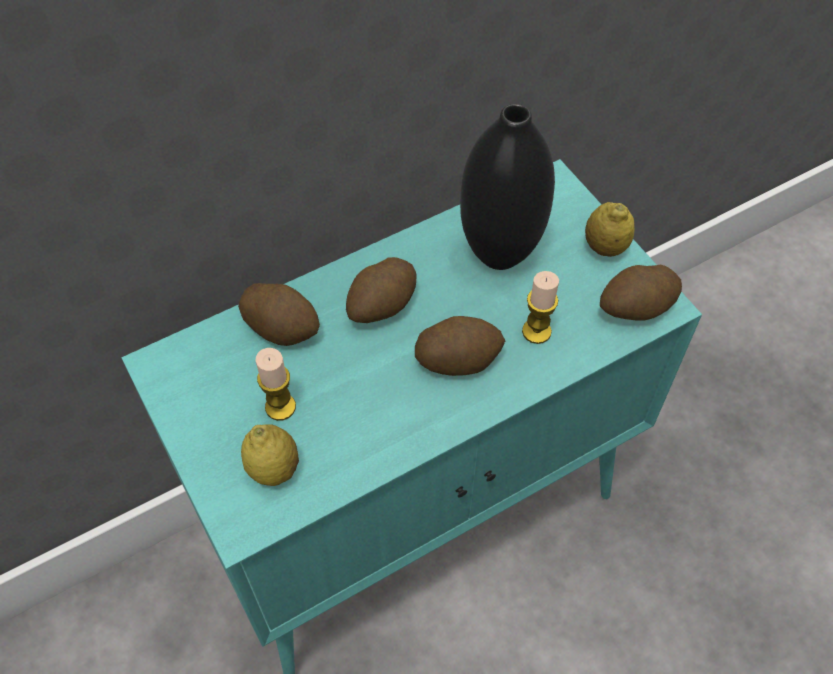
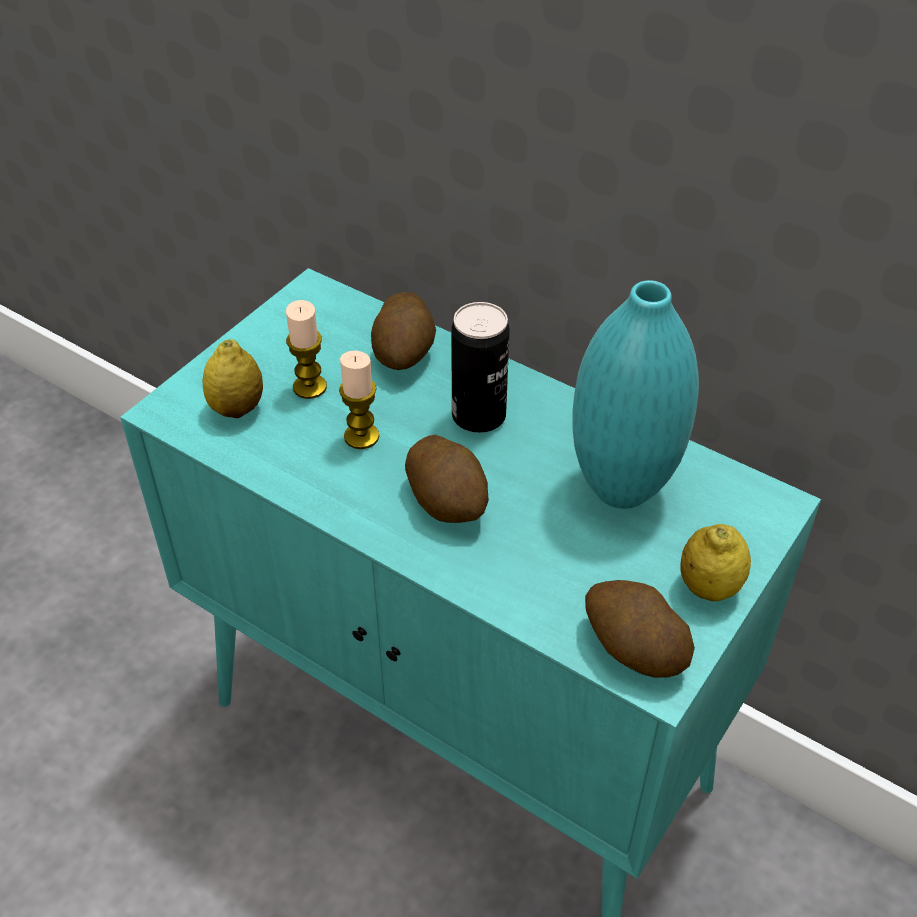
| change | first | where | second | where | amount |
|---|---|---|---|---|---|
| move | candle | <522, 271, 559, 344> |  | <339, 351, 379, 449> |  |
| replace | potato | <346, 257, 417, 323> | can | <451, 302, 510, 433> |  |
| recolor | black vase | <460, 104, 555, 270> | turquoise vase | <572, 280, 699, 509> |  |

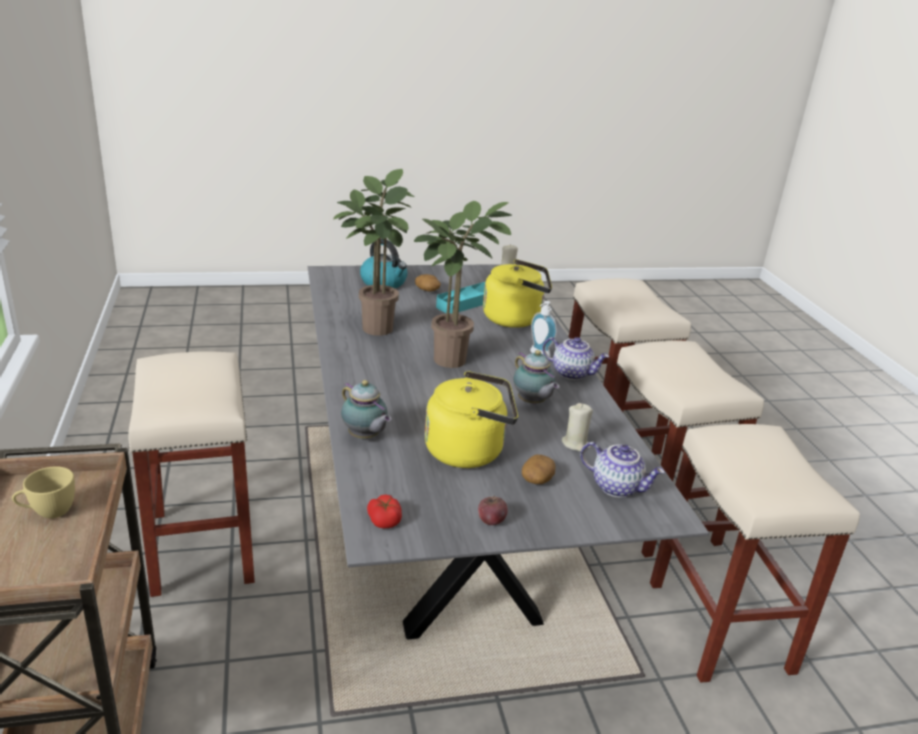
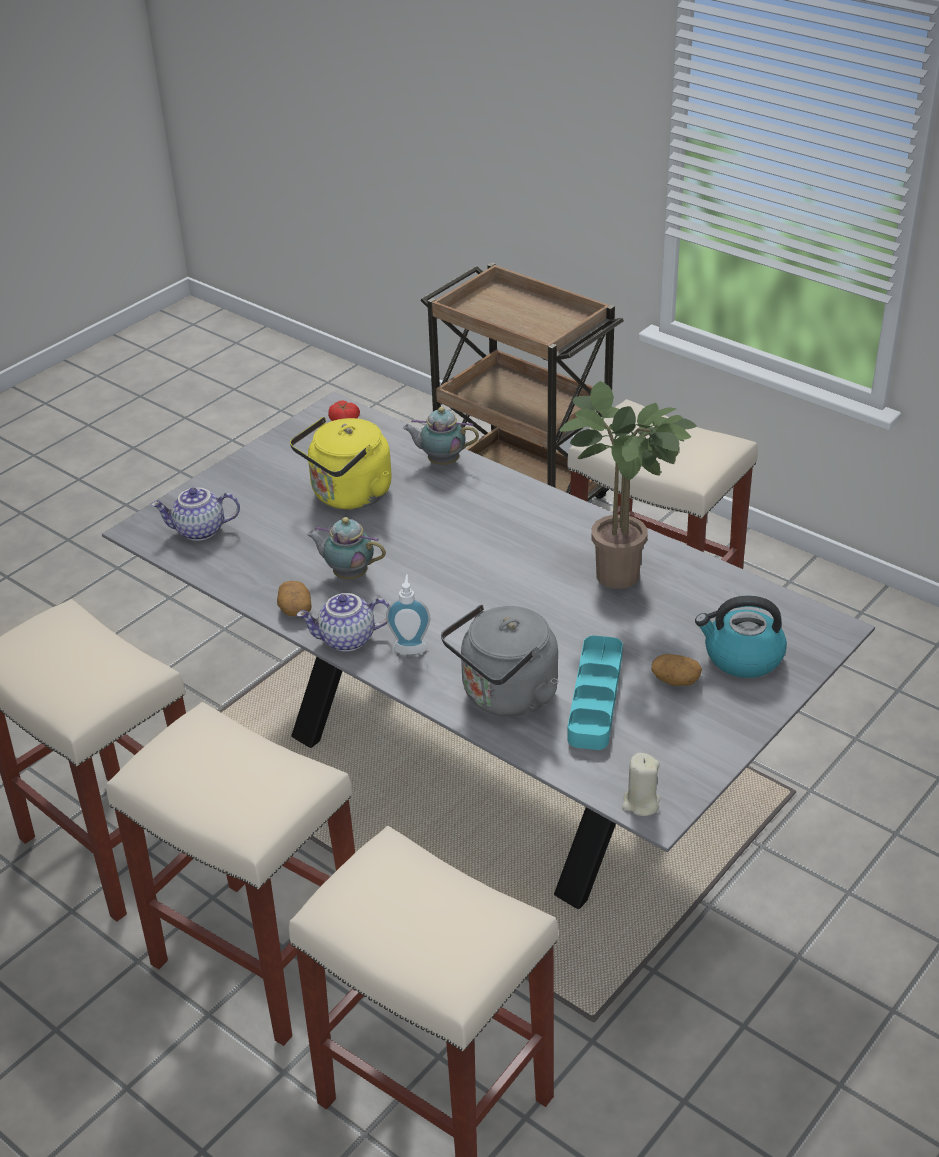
| change | first | where | second | where | amount |
|---|---|---|---|---|---|
| delete | yellow cup | <12, 466, 75, 519> |  |  |  |
| delete | potted plant | <414, 201, 512, 368> |  |  |  |
| delete | apple | <478, 495, 508, 525> |  |  |  |
| delete | beige candle | <561, 403, 593, 452> |  |  |  |
| move | potato | <522, 455, 556, 484> |  | <277, 581, 311, 616> |  |
| recolor | yellow kettle | <483, 259, 552, 328> | grey kettle | <441, 604, 558, 716> |  |

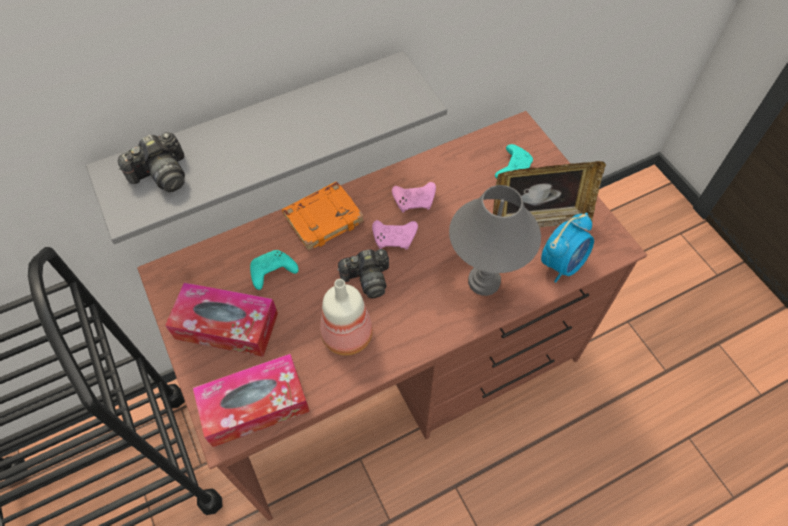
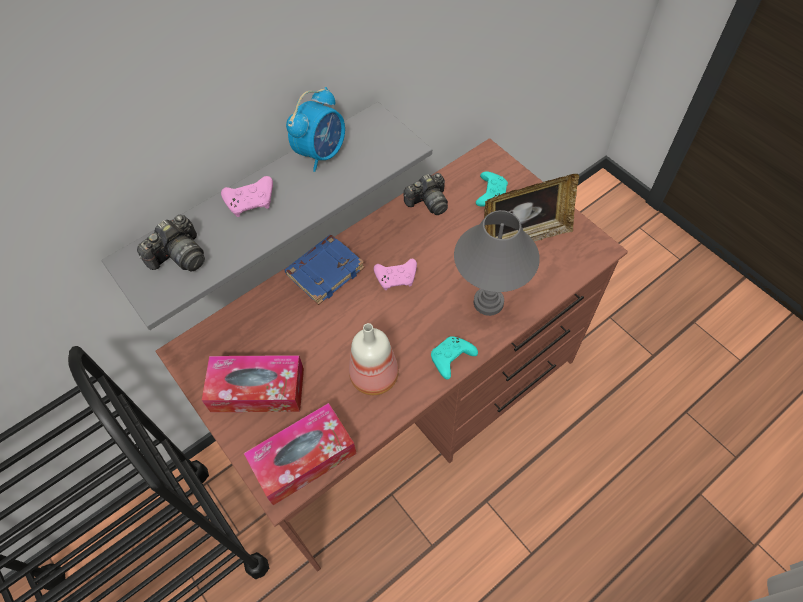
| change | first | where | second | where | amount |
|---|---|---|---|---|---|
| move | turquoise game controller | <250, 250, 299, 290> |  | <431, 336, 478, 379> |  |
| move | photo camera | <337, 249, 389, 298> |  | <404, 173, 448, 215> |  |
| move | pink game controller | <392, 182, 436, 212> |  | <221, 176, 273, 217> |  |
| move | alarm clock | <541, 213, 594, 283> |  | <286, 87, 345, 172> |  |
| recolor | orange book | <282, 182, 364, 251> | blue book | <285, 234, 365, 305> |  |

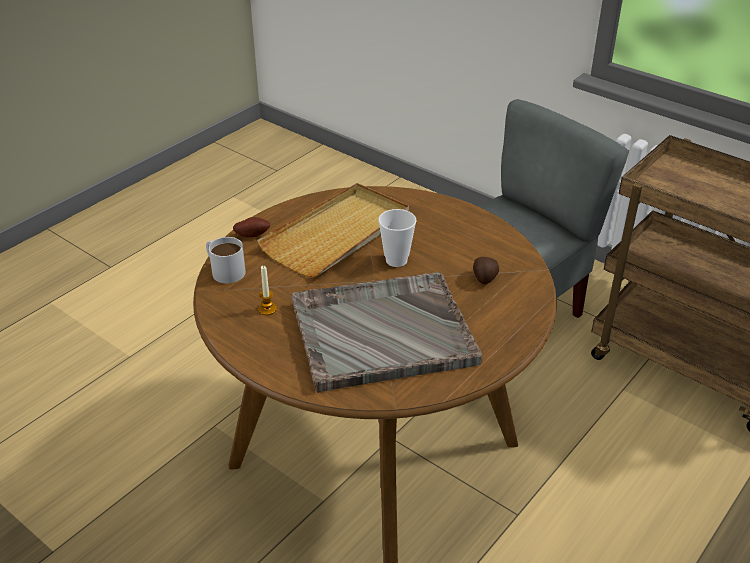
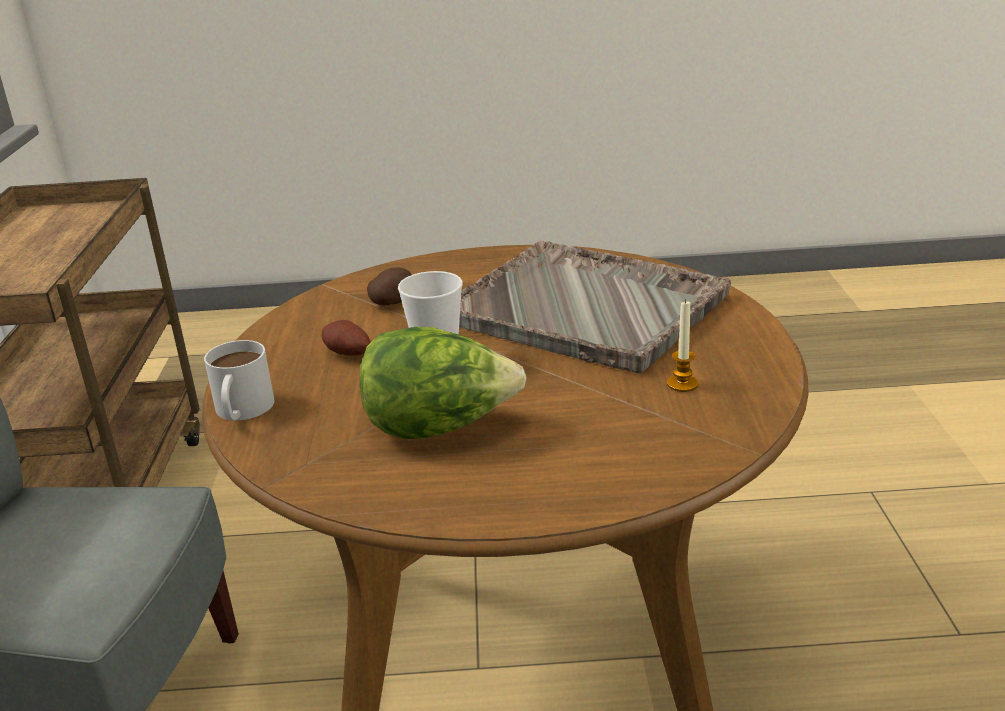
| change | first | where | second | where | amount |
|---|---|---|---|---|---|
| move | white mug | <206, 237, 246, 283> |  | <204, 340, 274, 421> |  |
| move | potato | <233, 217, 270, 237> |  | <322, 320, 371, 356> |  |
| replace | beige tray | <257, 183, 409, 277> | lettuce | <360, 327, 527, 439> |  |

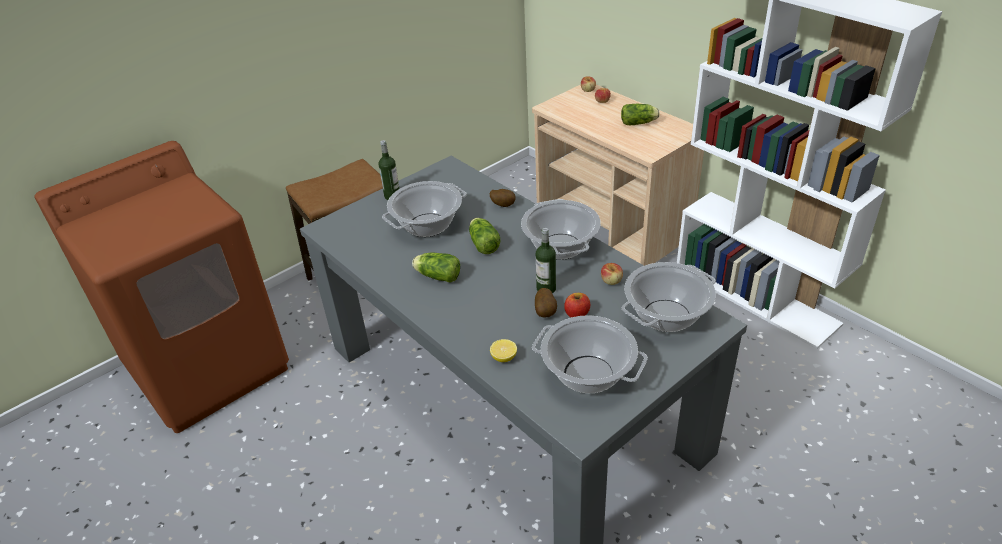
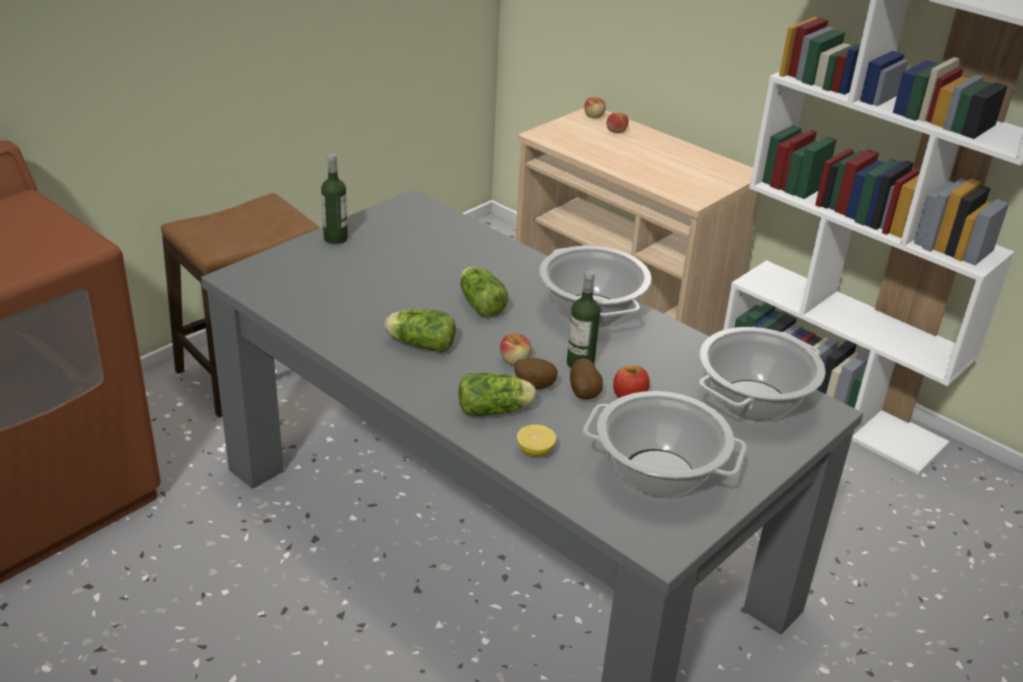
| change | first | where | second | where | amount |
|---|---|---|---|---|---|
| delete | cooking pot | <382, 181, 467, 237> |  |  |  |
| move | potato | <490, 189, 516, 207> |  | <514, 358, 558, 389> |  |
| move | apple | <601, 263, 623, 285> |  | <500, 334, 532, 365> |  |
| move | lettuce | <621, 104, 660, 125> |  | <458, 373, 536, 416> |  |

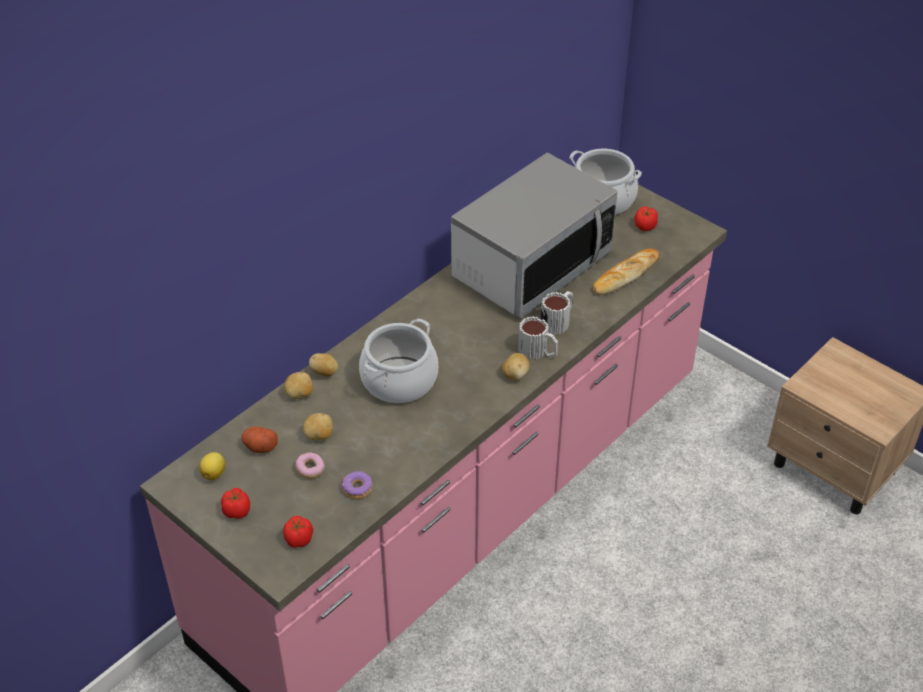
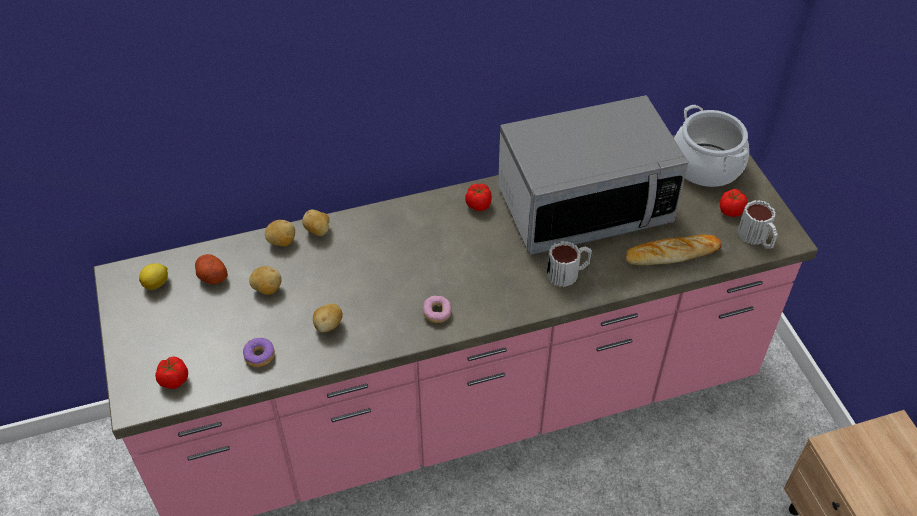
| change | first | where | second | where | amount |
|---|---|---|---|---|---|
| delete | cooking pot | <359, 319, 438, 403> |  |  |  |
| move | tomato | <221, 488, 250, 519> |  | <465, 183, 492, 211> |  |
| move | donut | <295, 452, 325, 479> |  | <423, 296, 452, 323> |  |
| move | potato | <502, 353, 530, 381> |  | <313, 304, 343, 333> |  |
| move | mug | <518, 316, 558, 360> |  | <738, 200, 778, 249> |  |

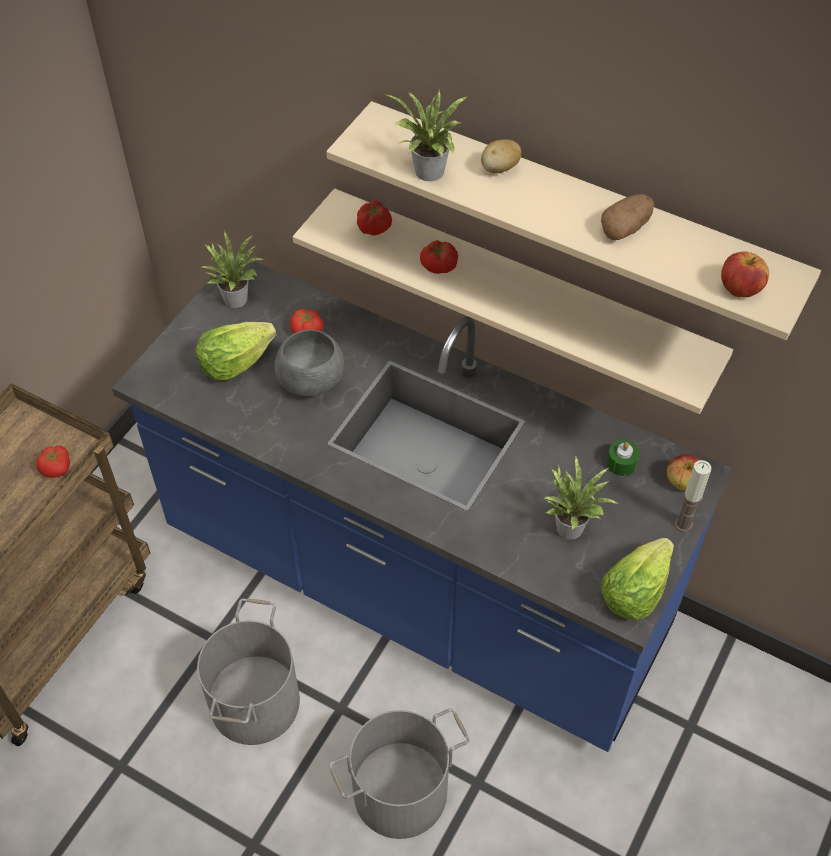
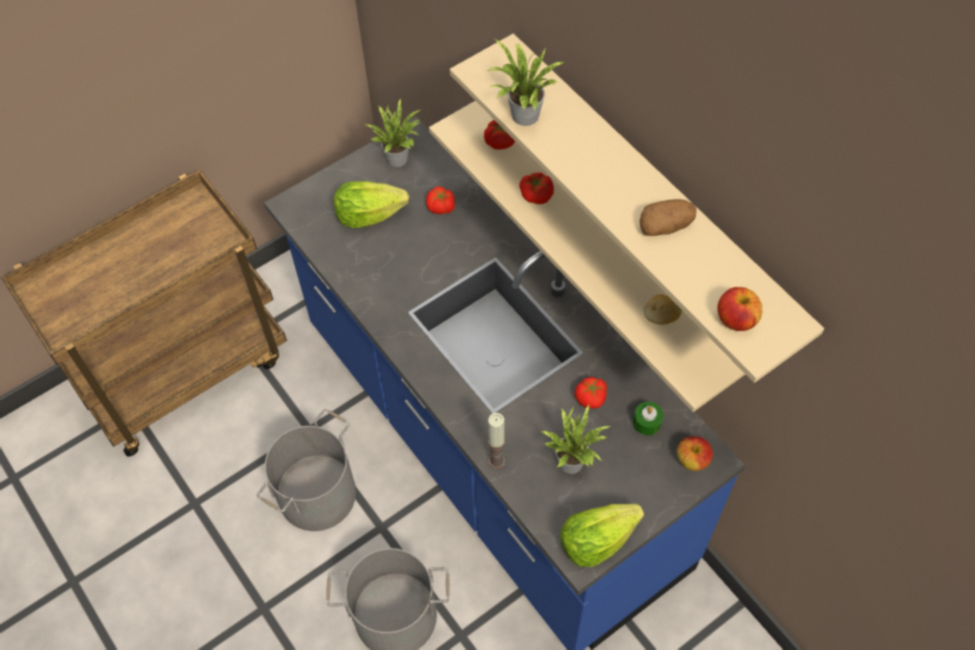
| change | first | where | second | where | amount |
|---|---|---|---|---|---|
| delete | grey bowl | <275, 330, 344, 396> |  |  |  |
| move | tomato | <36, 445, 70, 478> |  | <575, 377, 607, 408> |  |
| move | potato | <481, 140, 521, 173> |  | <644, 294, 682, 325> |  |
| move | candle | <675, 460, 711, 532> |  | <488, 413, 505, 469> |  |

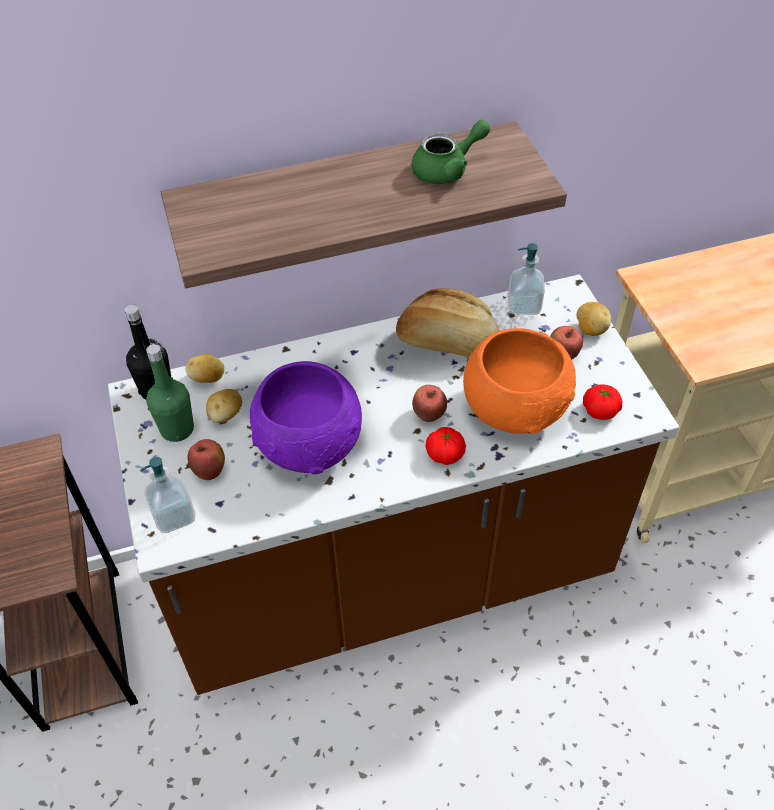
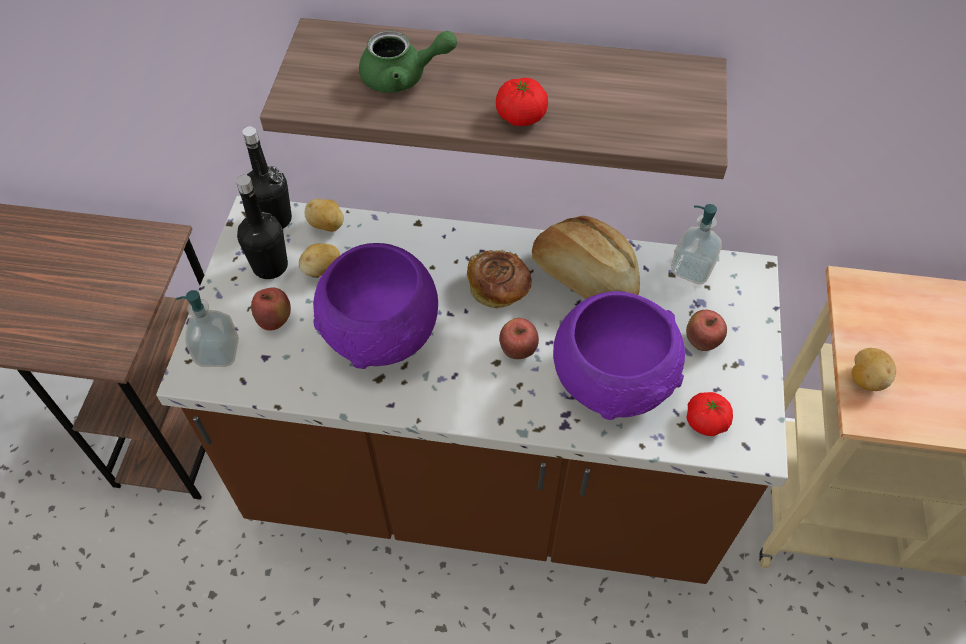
| change | first | where | second | where | amount |
|---|---|---|---|---|---|
| insert |  |  | bread | <467, 250, 532, 308> |  |
| move | green teapot | <412, 120, 490, 184> |  | <359, 31, 457, 93> |  |
| move | tomato | <426, 427, 466, 465> |  | <496, 78, 548, 126> |  |
| move | potato | <576, 302, 611, 336> |  | <852, 348, 896, 391> |  |
| recolor | green bottle | <146, 344, 194, 442> | black bottle | <236, 175, 288, 279> |  |
| recolor | orange bowl | <463, 328, 576, 434> | purple bowl | <553, 291, 685, 420> |  |

